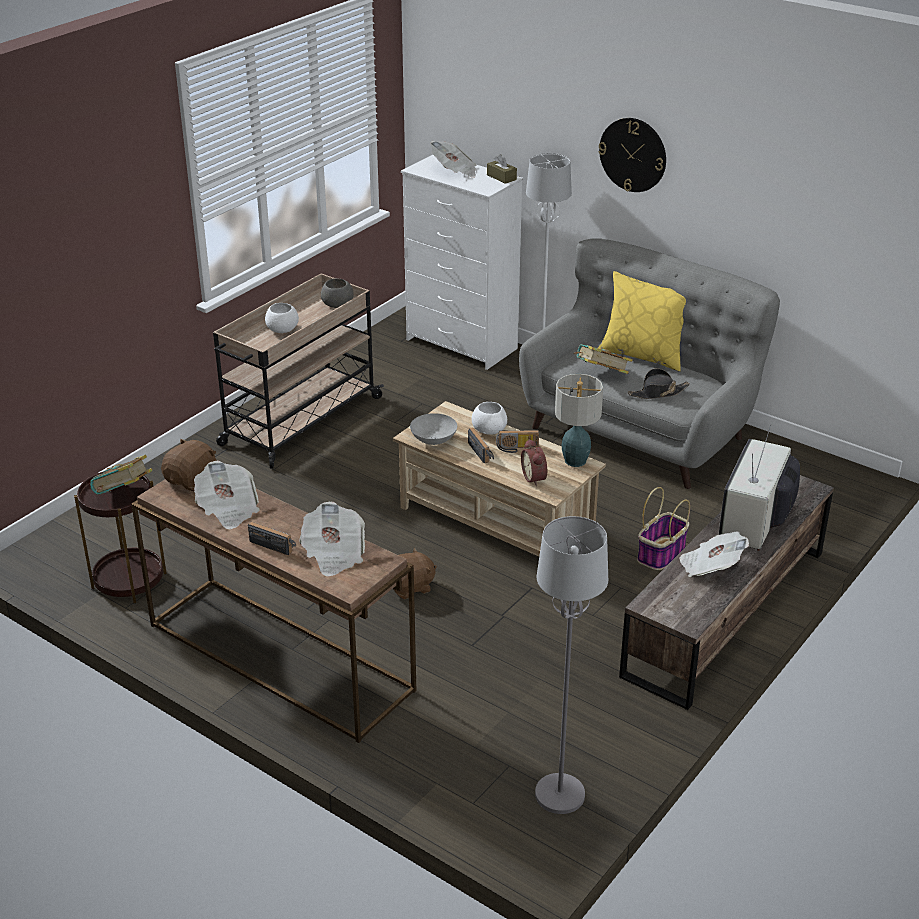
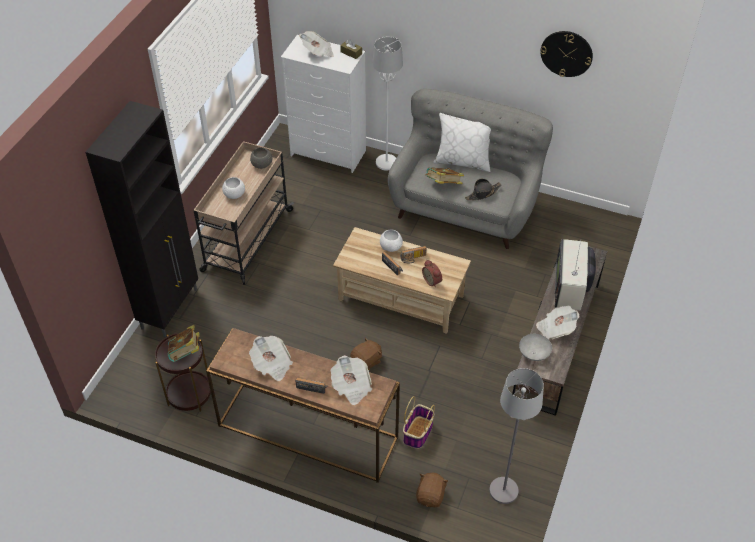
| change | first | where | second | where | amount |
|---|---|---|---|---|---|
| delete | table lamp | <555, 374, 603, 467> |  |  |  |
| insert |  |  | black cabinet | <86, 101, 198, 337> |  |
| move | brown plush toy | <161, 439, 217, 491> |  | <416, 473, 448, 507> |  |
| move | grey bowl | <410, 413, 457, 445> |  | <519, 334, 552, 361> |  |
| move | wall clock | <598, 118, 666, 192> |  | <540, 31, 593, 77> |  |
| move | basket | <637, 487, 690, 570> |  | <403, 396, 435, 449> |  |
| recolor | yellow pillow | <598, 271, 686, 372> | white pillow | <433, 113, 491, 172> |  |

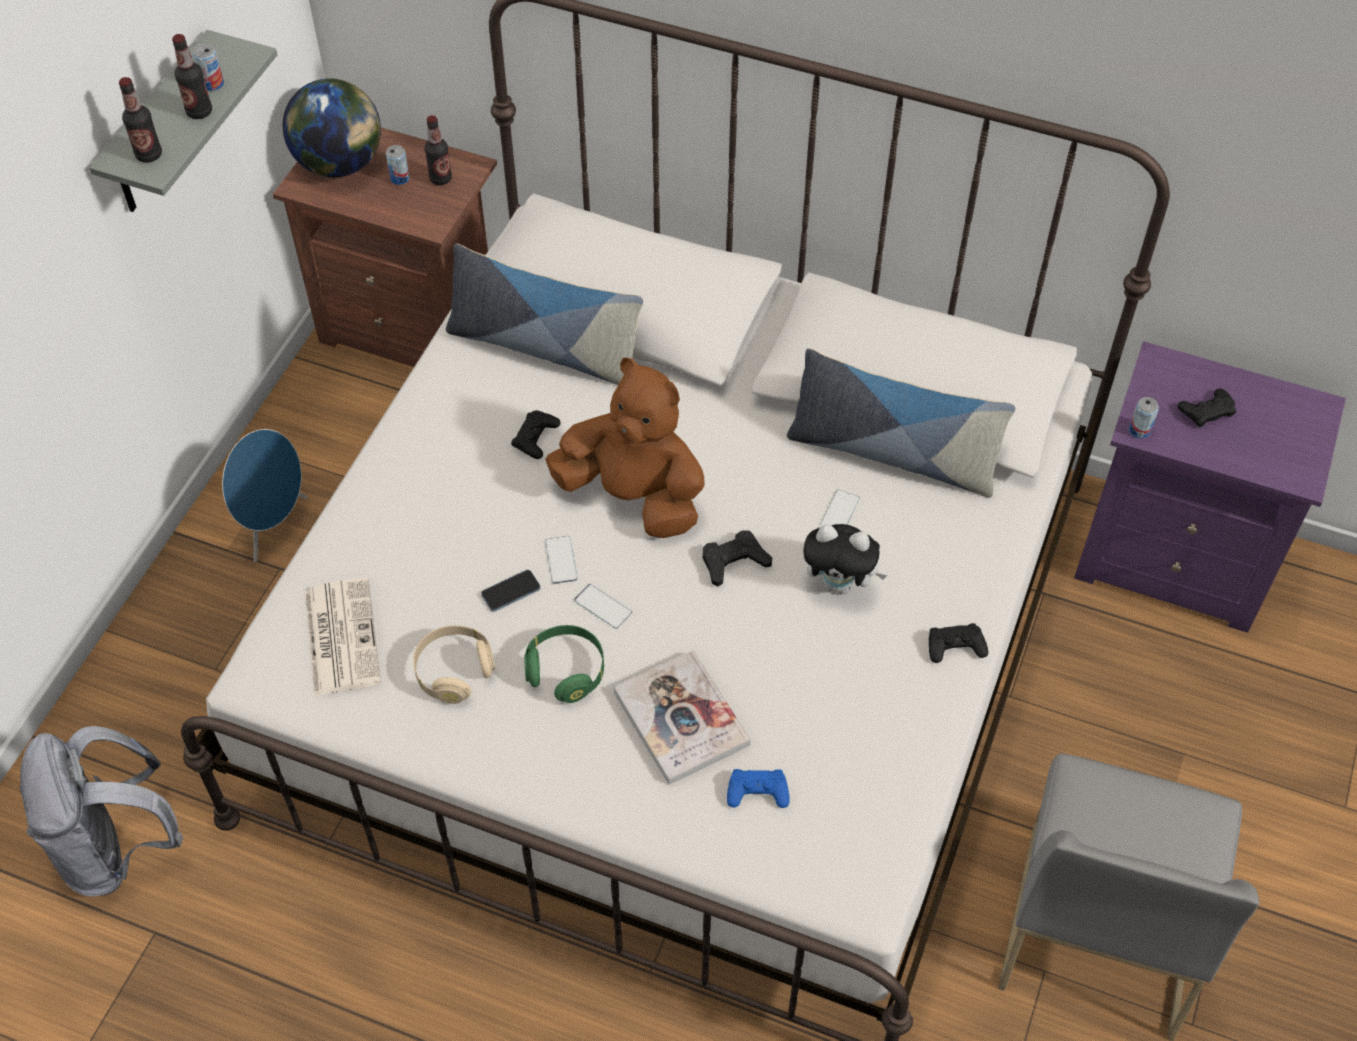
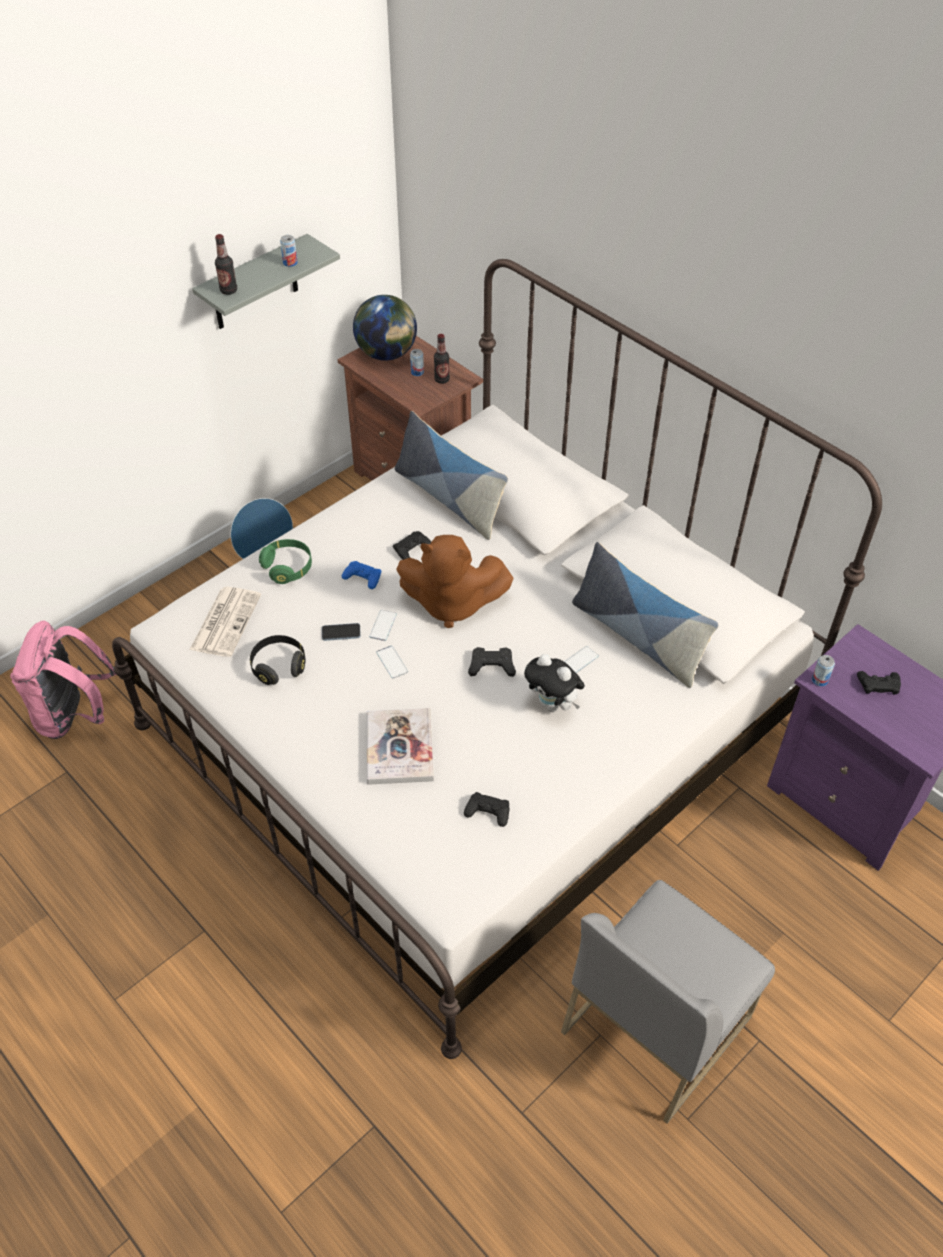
| change | first | where | second | where | amount |
|---|---|---|---|---|---|
| delete | bottle | <172, 34, 212, 119> |  |  |  |
| move | green headphones | <525, 625, 604, 703> |  | <259, 539, 312, 584> |  |
| move | blue game controller | <727, 769, 790, 808> |  | <342, 561, 381, 589> |  |
| move | black game controller | <929, 623, 988, 663> |  | <464, 792, 509, 827> |  |
| recolor | grey backpack | <19, 726, 183, 896> | pink backpack | <10, 621, 117, 739> |  |
| recolor | beige headphones | <413, 625, 495, 704> | black headphones | <250, 635, 305, 685> |  |
| rotate | brown plush toy | <545, 358, 705, 538> |  | <396, 535, 514, 628> | 135 degrees clockwise |

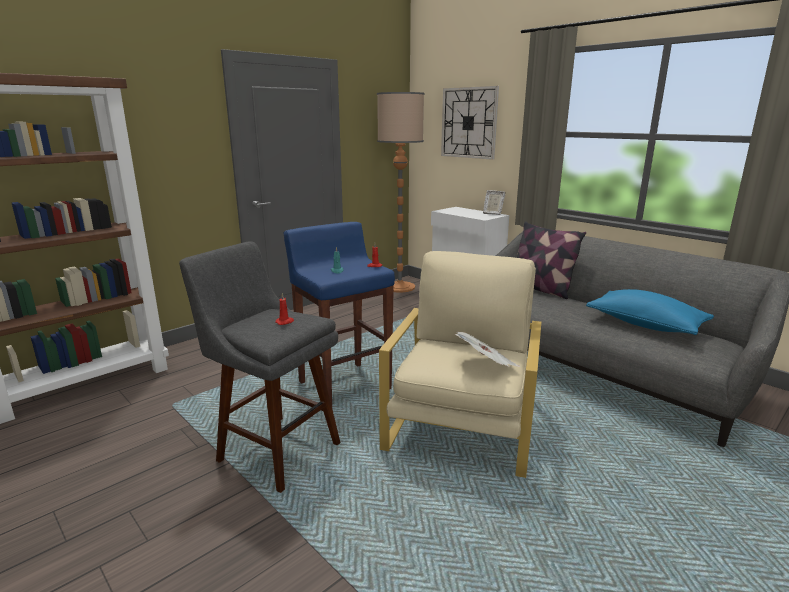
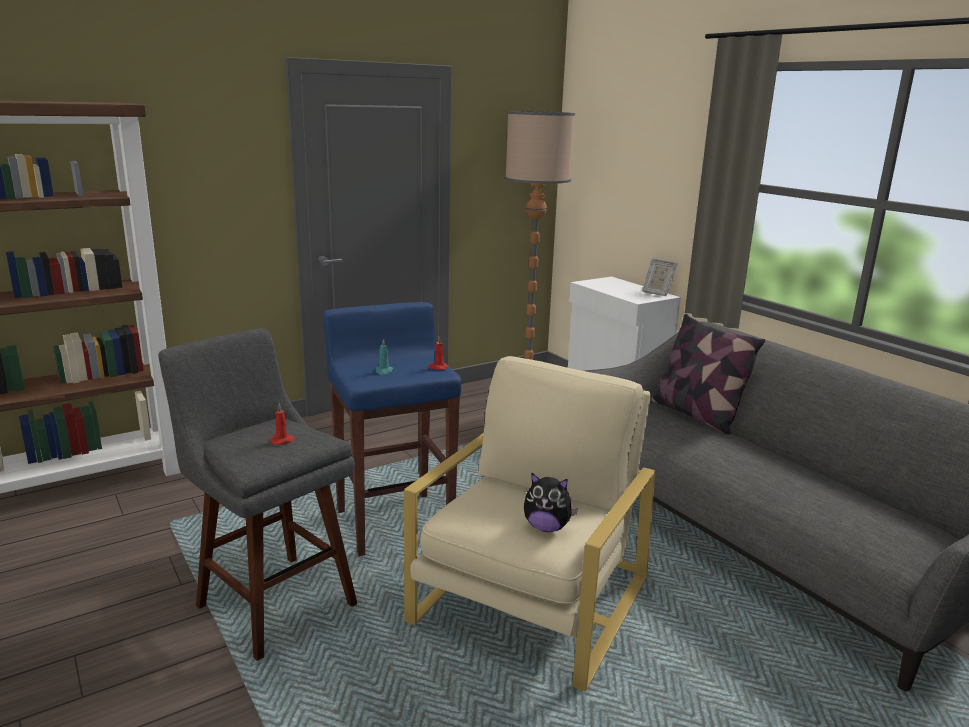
| change | first | where | second | where | amount |
|---|---|---|---|---|---|
| delete | wall clock | <441, 86, 499, 160> |  |  |  |
| delete | blue pillow | <586, 289, 714, 335> |  |  |  |
| replace | newspaper | <455, 332, 520, 367> | plush toy | <524, 473, 578, 532> |  |

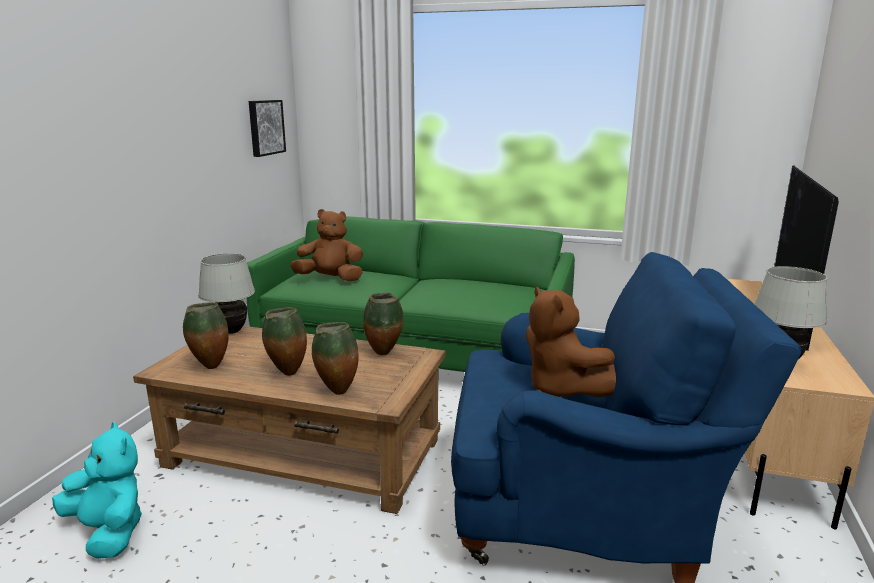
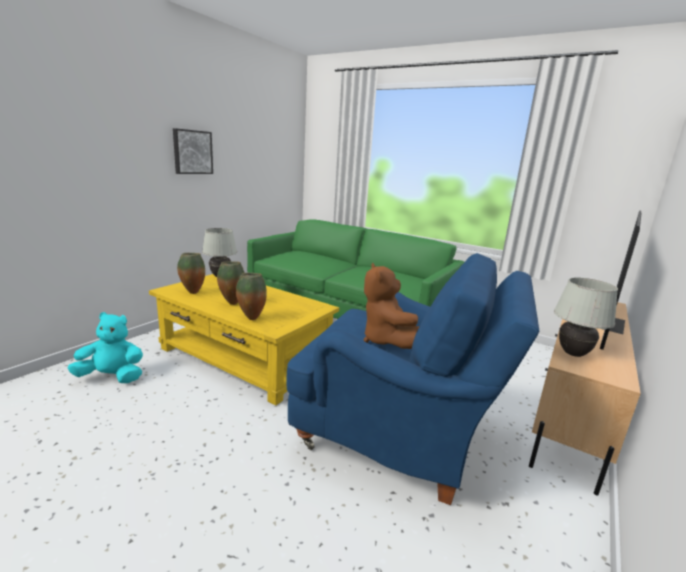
| change | first | where | second | where | amount |
|---|---|---|---|---|---|
| delete | brown plush toy | <290, 209, 363, 281> |  |  |  |
| delete | vase | <363, 292, 404, 356> |  |  |  |
| move | picture | <249, 100, 286, 157> |  | <173, 128, 213, 174> |  |
| recolor | brown coffee table | <133, 326, 446, 514> | yellow coffee table | <149, 274, 339, 405> |  |
| rotate | turquoise plush toy | <52, 422, 142, 559> |  | <68, 312, 143, 383> | 60 degrees counterclockwise |

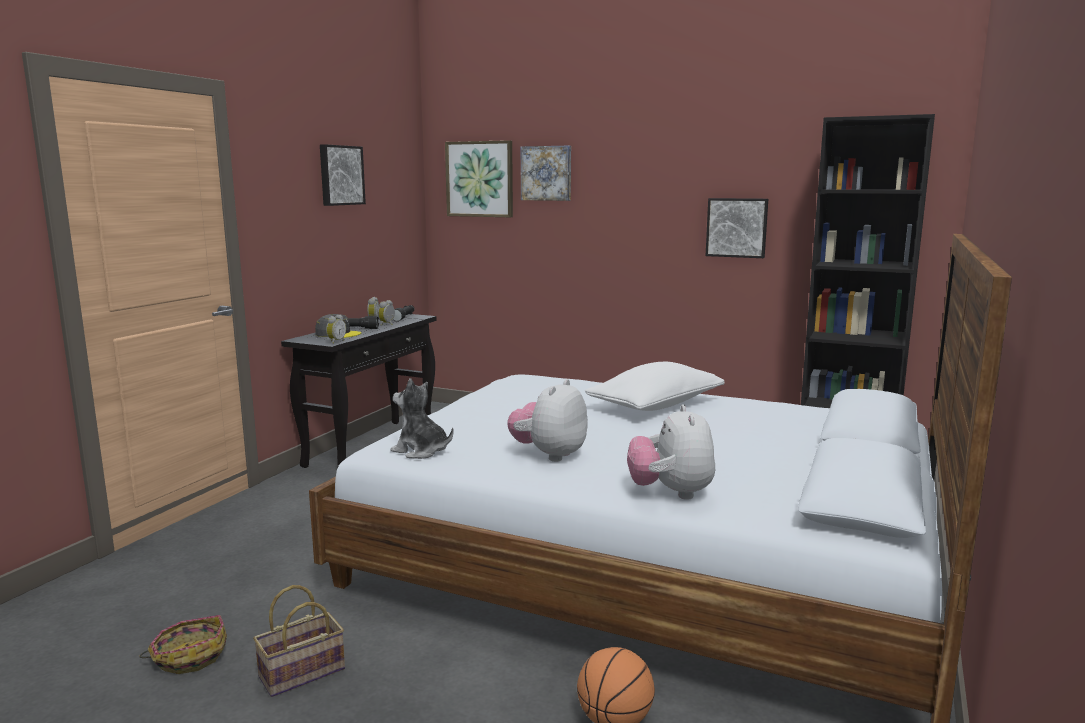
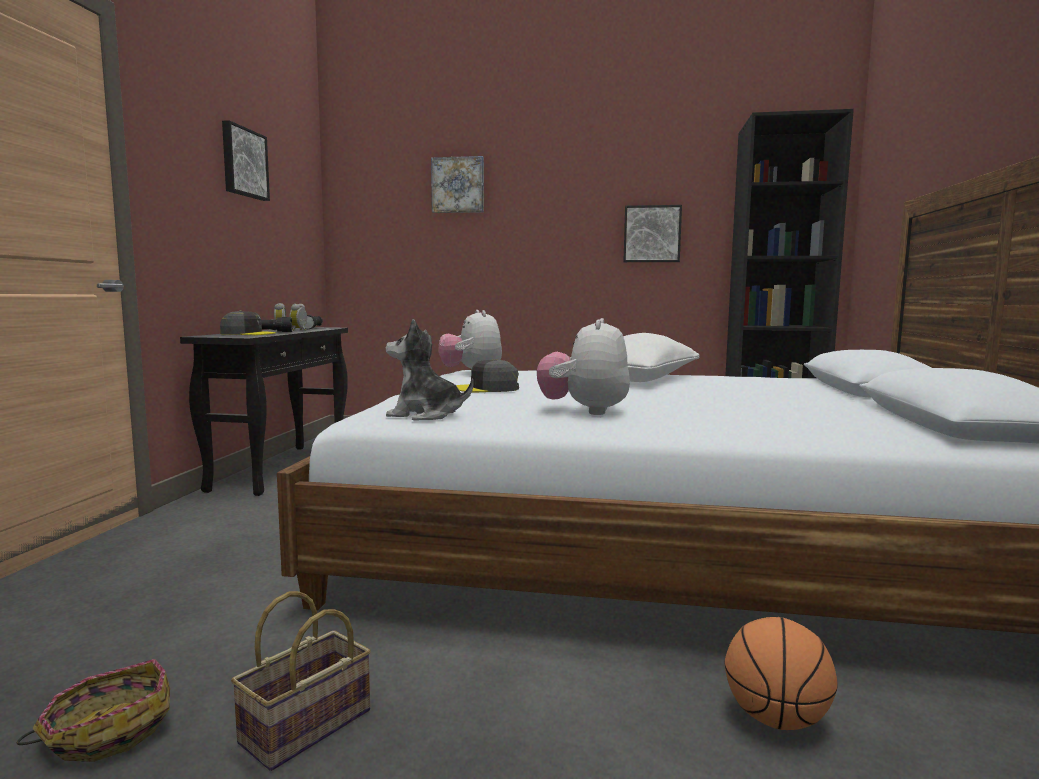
| change | first | where | second | where | amount |
|---|---|---|---|---|---|
| delete | alarm clock | <326, 315, 346, 344> |  |  |  |
| delete | picture | <445, 140, 513, 217> |  |  |  |
| insert |  |  | grey cap | <456, 359, 519, 392> |  |
| move | plush toy | <627, 404, 715, 500> |  | <438, 310, 502, 369> |  |

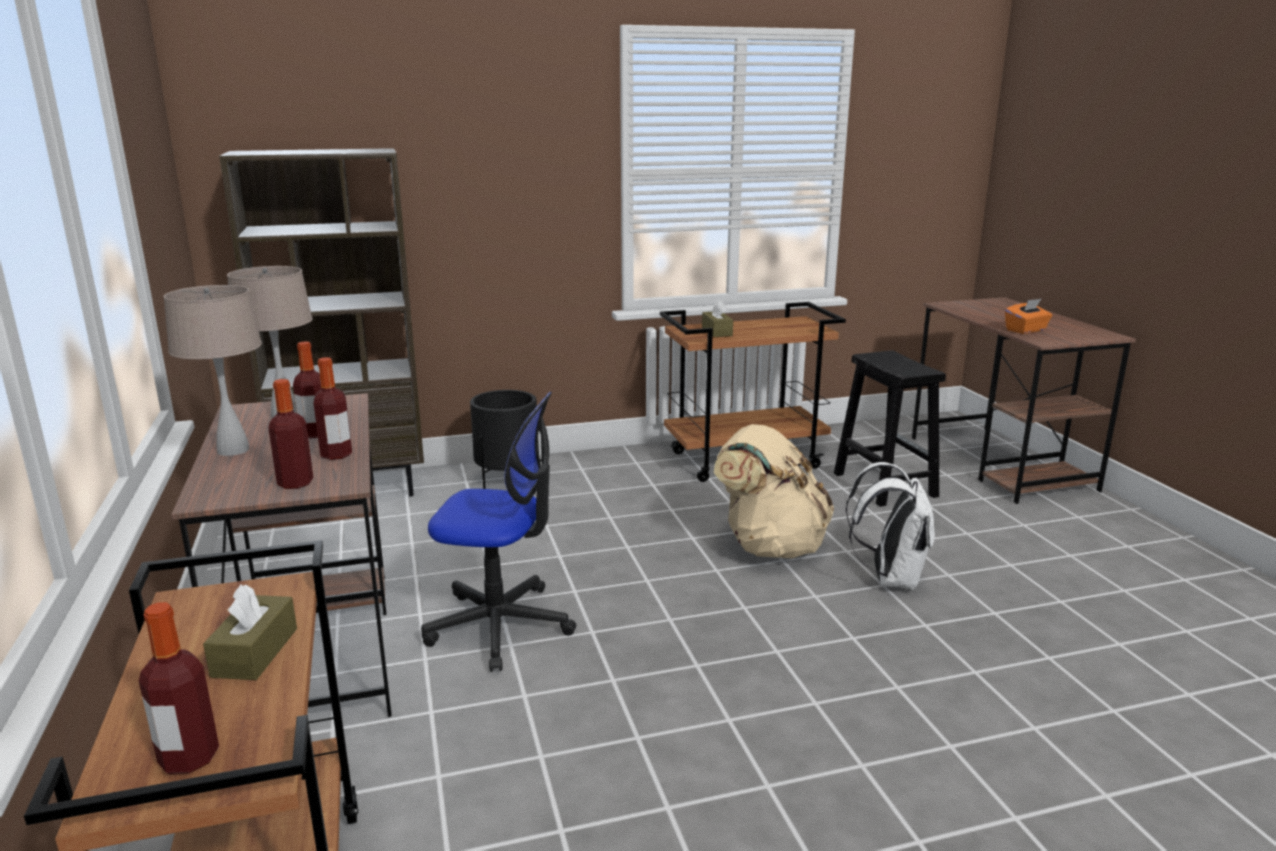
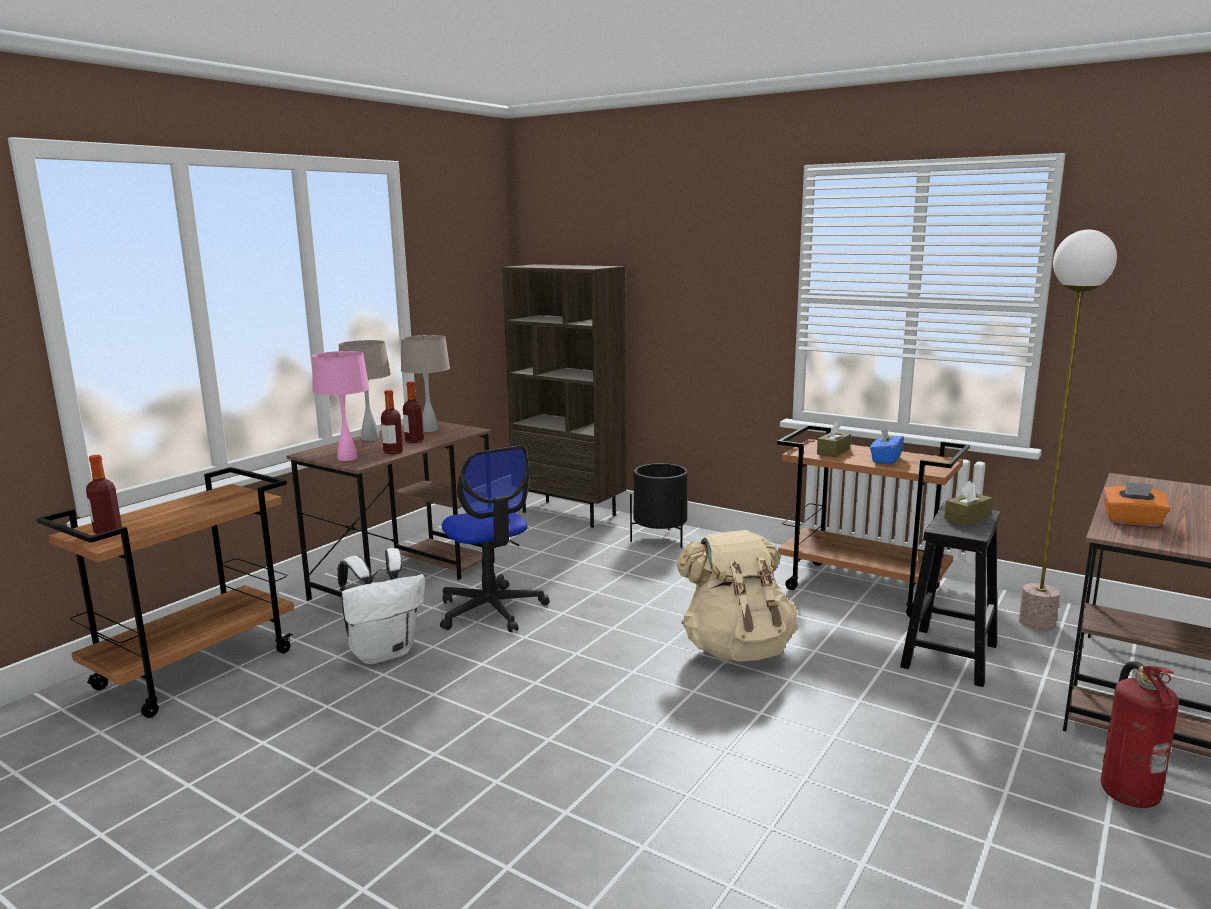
| change | first | where | second | where | amount |
|---|---|---|---|---|---|
| insert |  |  | blue tissue box | <870, 427, 904, 465> |  |
| insert |  |  | floor lamp | <1019, 230, 1117, 630> |  |
| insert |  |  | fire extinguisher | <1101, 661, 1179, 808> |  |
| move | brown tissue box | <203, 584, 297, 680> |  | <944, 481, 993, 525> |  |
| move | white backpack | <846, 462, 935, 590> |  | <337, 548, 425, 664> |  |
| replace | bottle | <268, 379, 313, 489> | pink table lamp | <312, 351, 370, 461> |  |

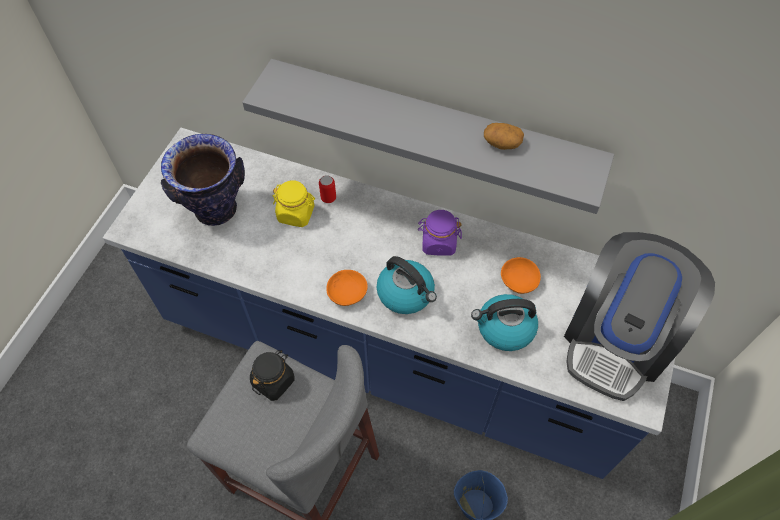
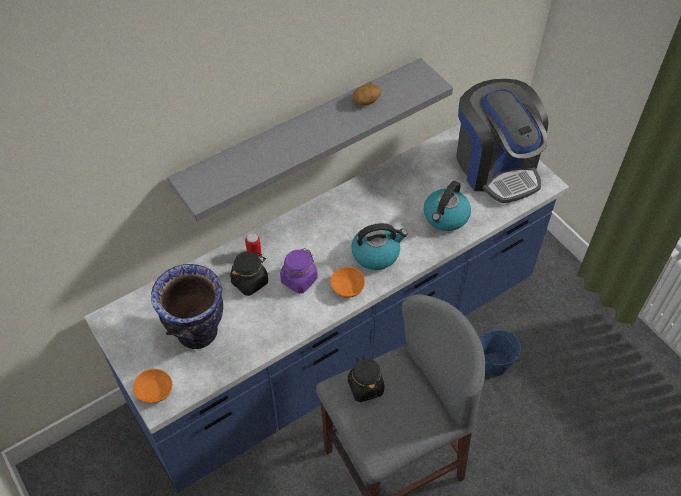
| change | first | where | second | where | amount |
|---|---|---|---|---|---|
| move | purple jar | <418, 210, 462, 256> |  | <280, 248, 318, 294> |  |
| move | orange bowl | <501, 257, 541, 294> |  | <133, 369, 172, 403> |  |
| recolor | yellow jar | <272, 180, 315, 227> | black jar | <230, 252, 268, 296> |  |

